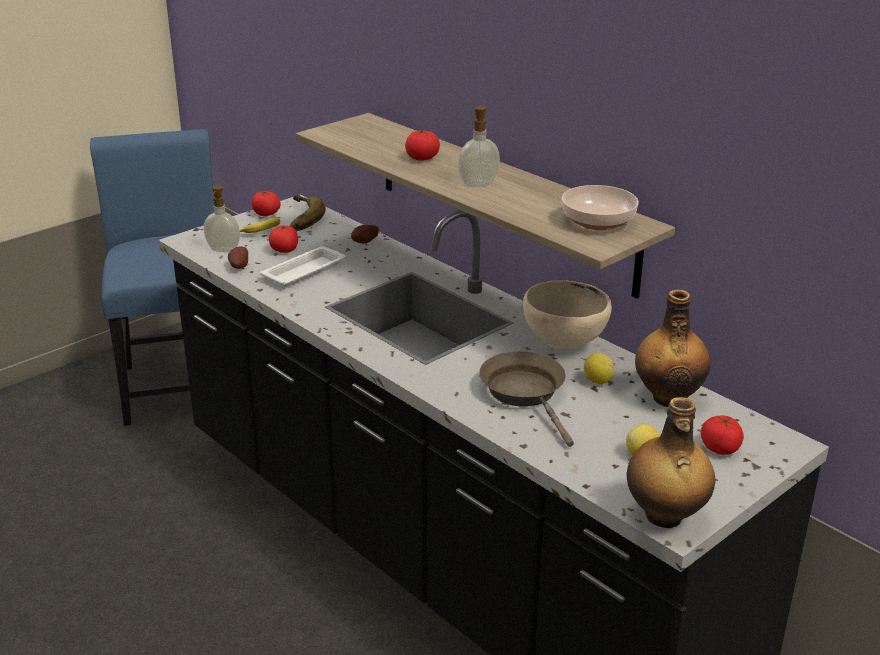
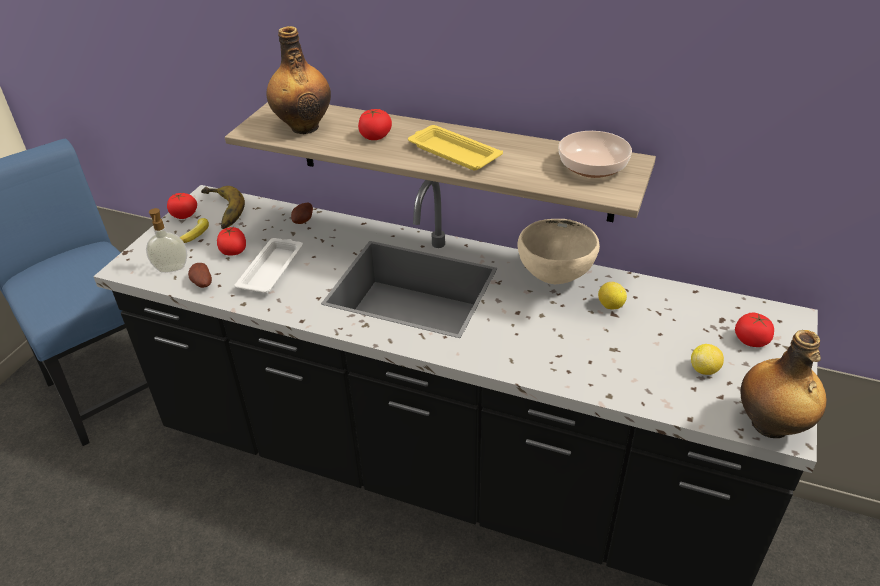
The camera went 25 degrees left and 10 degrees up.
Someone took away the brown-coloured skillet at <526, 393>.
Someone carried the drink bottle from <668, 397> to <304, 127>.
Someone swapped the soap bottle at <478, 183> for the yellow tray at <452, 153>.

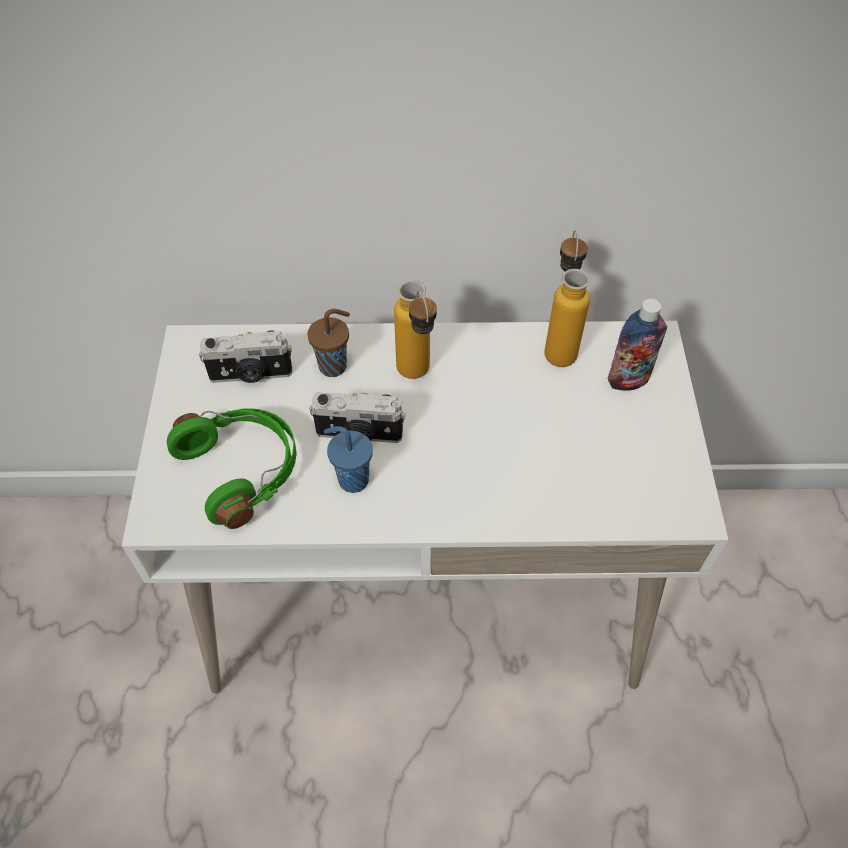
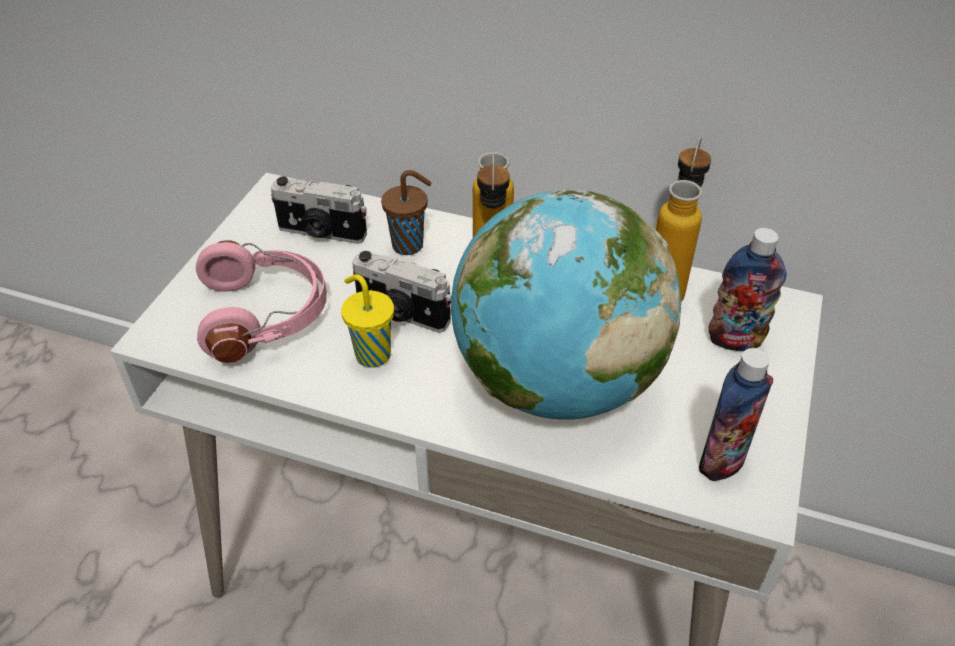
The camera went 20 degrees right and 10 degrees down.
Someone put down the desk globe at <555, 381>.
Someone put down the drink bottle at <722, 461>.
Someone repainted the greenish headset at <243, 469>, which became the pink headset at <266, 314>.
Someone repainted the bluish drinking cup at <351, 479>, which became the yellow drinking cup at <371, 354>.

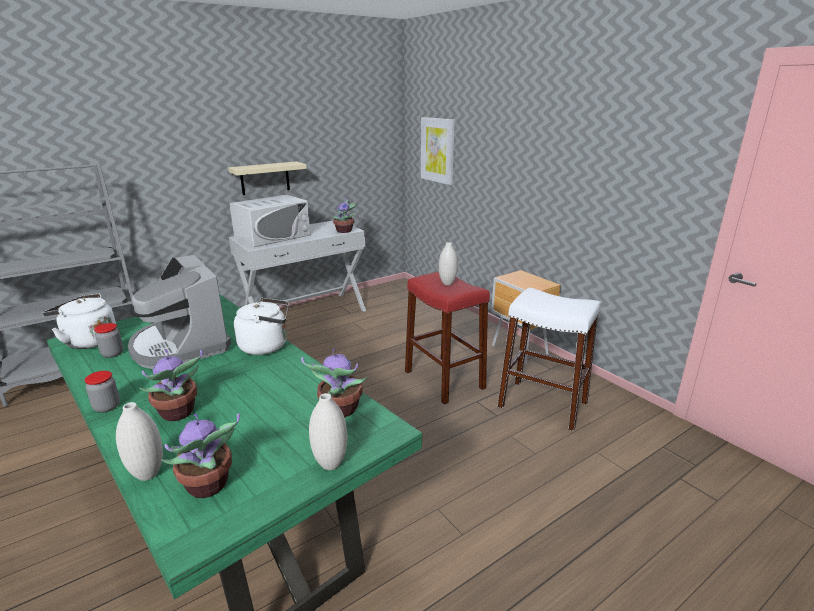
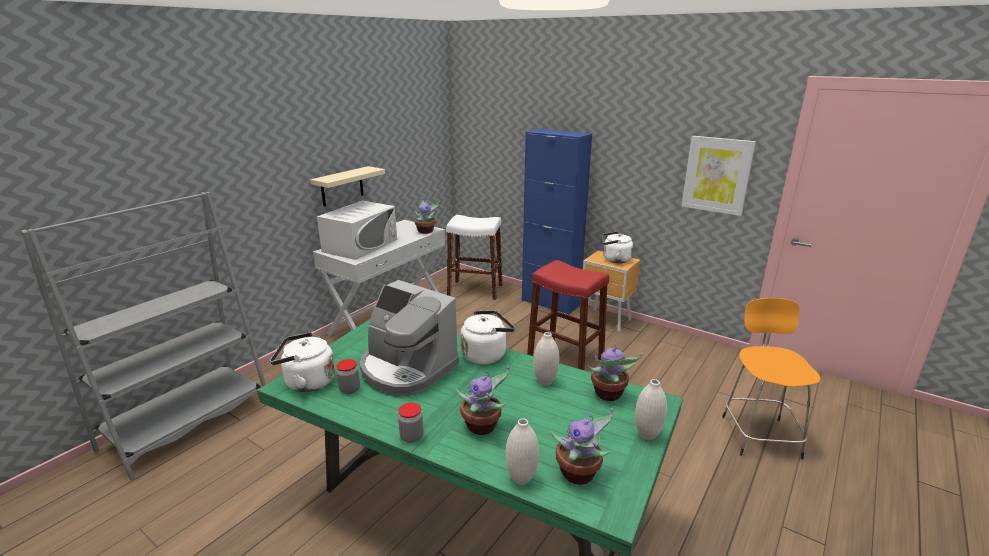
The camera went 20 degrees left and 0 degrees up.
Someone put down the bluish cabinet at <550, 303>.
Someone put down the white-coloured kettle at <614, 260>.
Someone put down the orange-coloured stool at <759, 434>.
Someone carried the wall picture from <437, 150> to <717, 175>.
Someone carried the white-coloured decorative vase from <447, 283> to <545, 382>.
Someone carried the white-coloured stool from <543, 404> to <475, 290>.

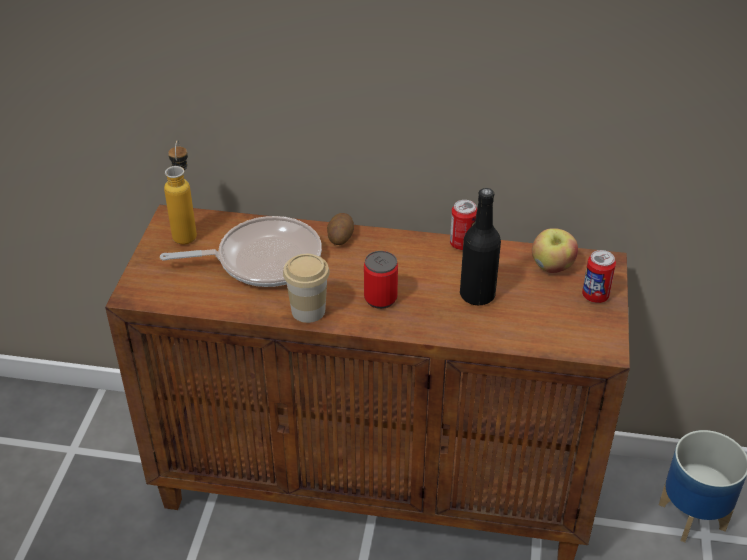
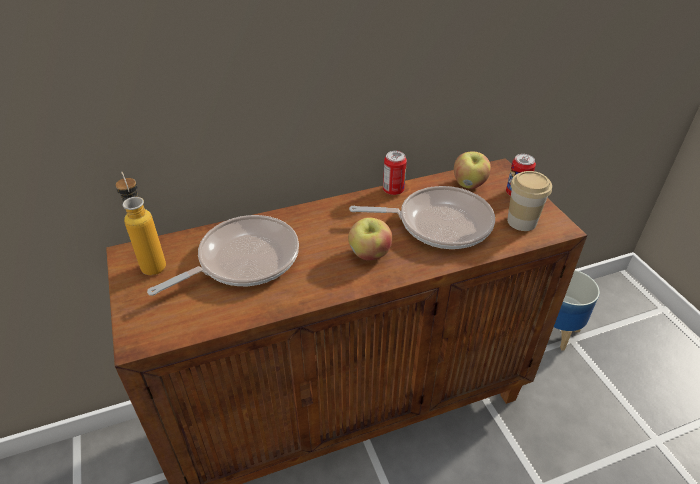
The camera went 30 degrees left and 0 degrees up.
Someone took away the potato at <340, 237>.
Someone carried the drinking cup from <308, 311> to <521, 221>.
Someone swapped the can at <380, 298> for the apple at <369, 254>.
Someone swapped the black drink bottle at <477, 295> for the skillet at <438, 223>.

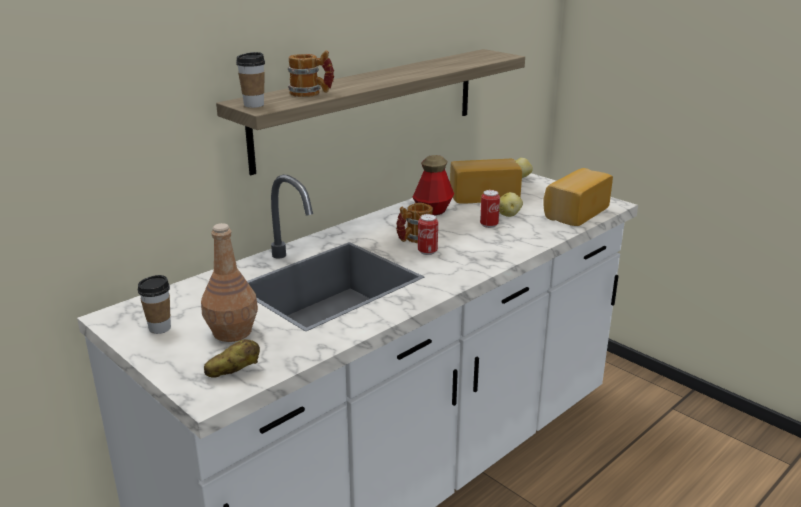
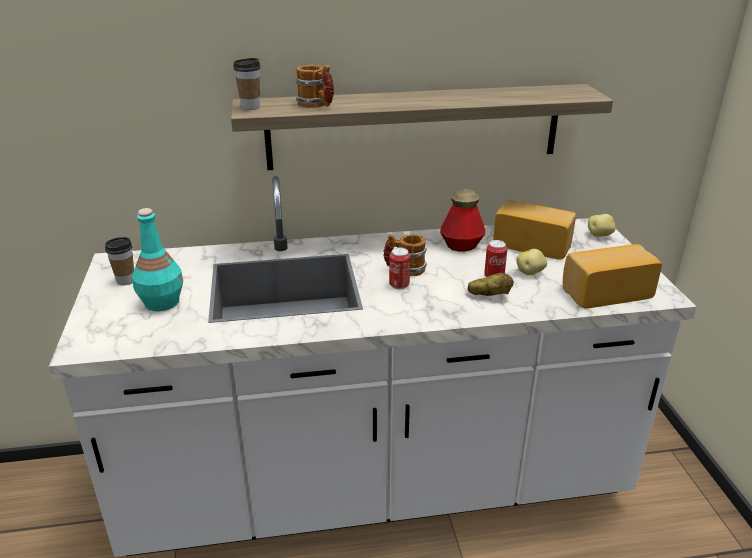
The camera went 35 degrees right and 5 degrees up.
Someone carried the potato from <233, 372> to <489, 295>.
Someone repainted the brown-coloured drink bottle at <232, 332>, which became the blue-green drink bottle at <162, 302>.

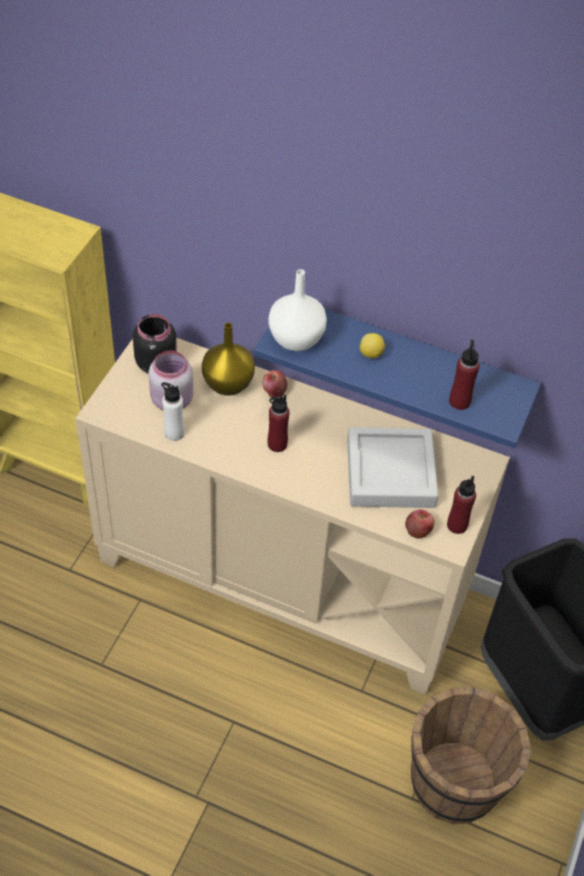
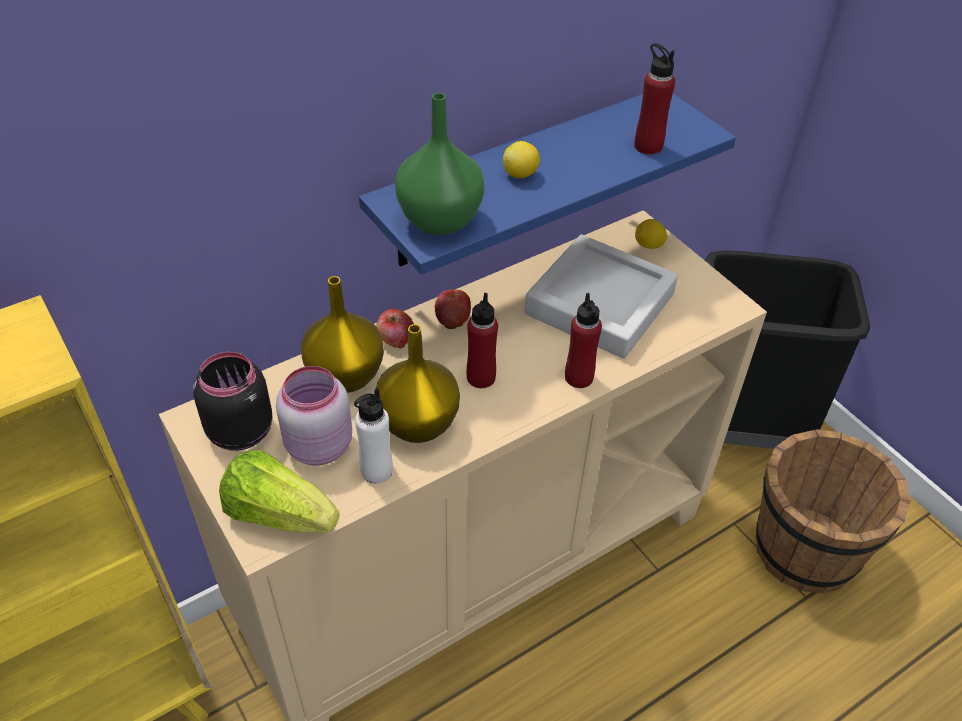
The camera went 55 degrees left and 5 degrees down.
Someone put down the lettuce at <279, 514>.
Someone put down the yellow decorative vase at <419, 425>.
Someone put down the citrus fruit at <649, 246>.
Someone carried the apple from <418, 530> to <452, 319>.
Someone carried the reddish drink bottle from <457, 525> to <579, 377>.
Someone repainted the white-coloured decorative vase at <295, 338>, which became the greenish decorative vase at <438, 220>.

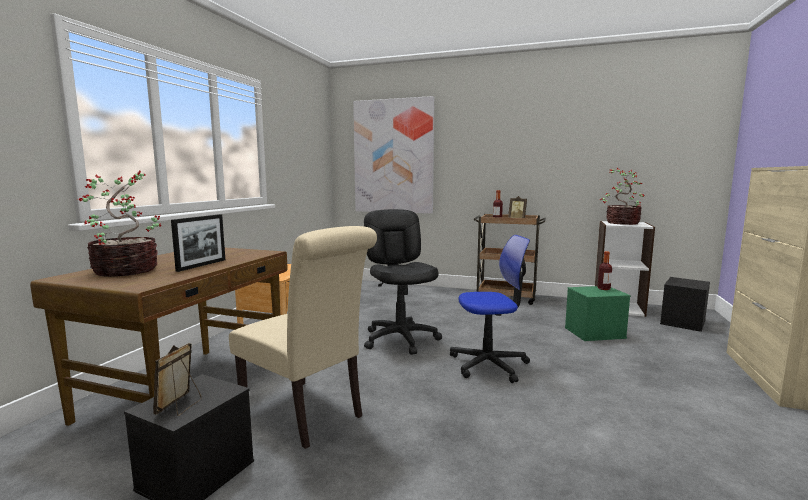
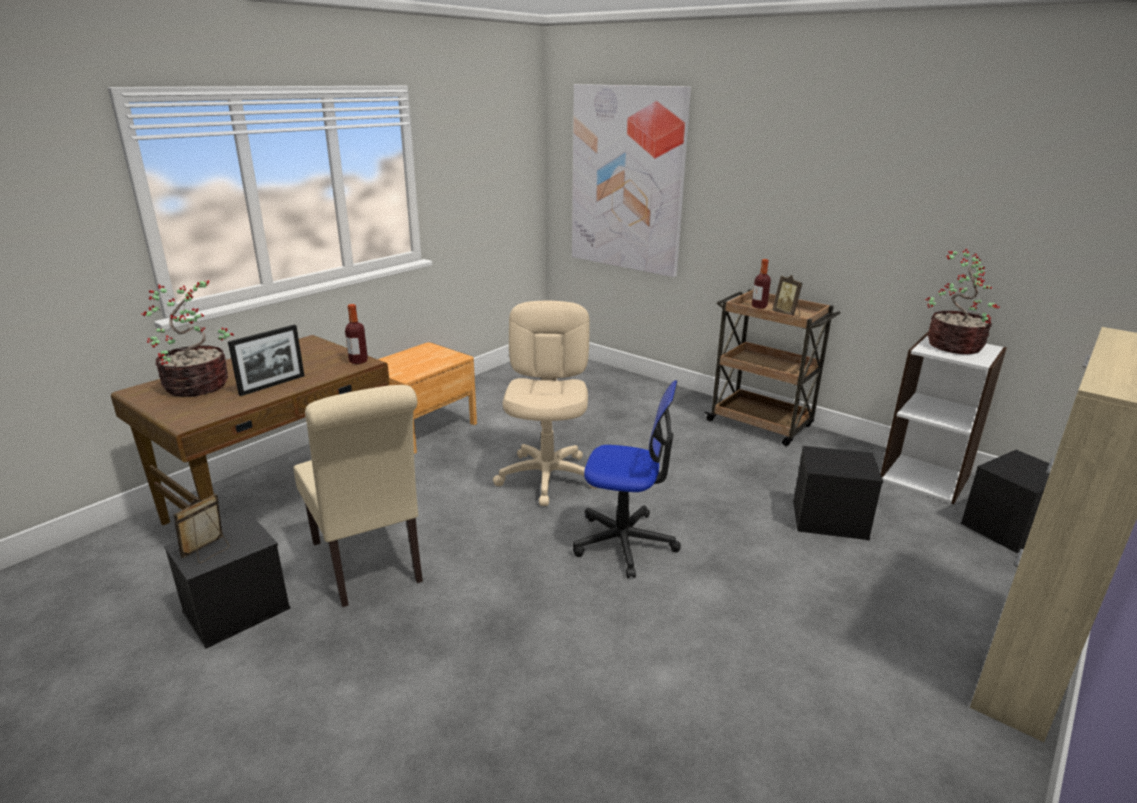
The camera went 20 degrees right and 15 degrees up.
Someone carried the drink bottle from <603, 289> to <358, 361>.
Someone repainted the black office chair at <401, 339>, which became the beige office chair at <548, 477>.
Someone repainted the greenish storage container at <594, 333>, which became the black storage container at <828, 520>.

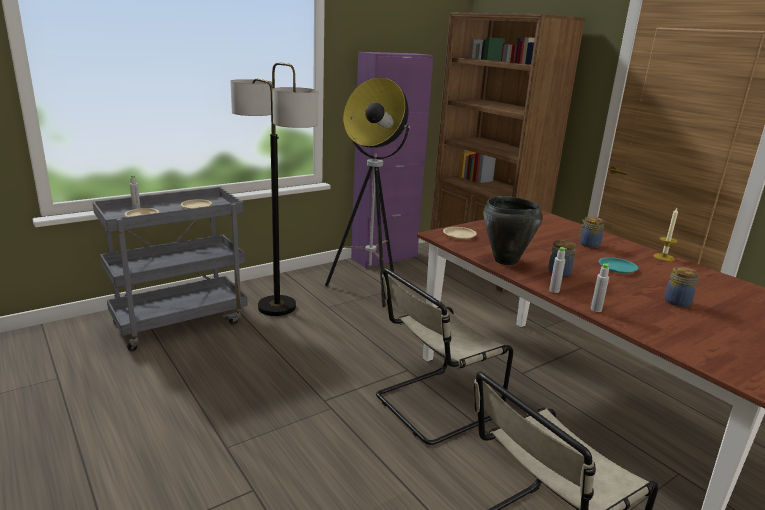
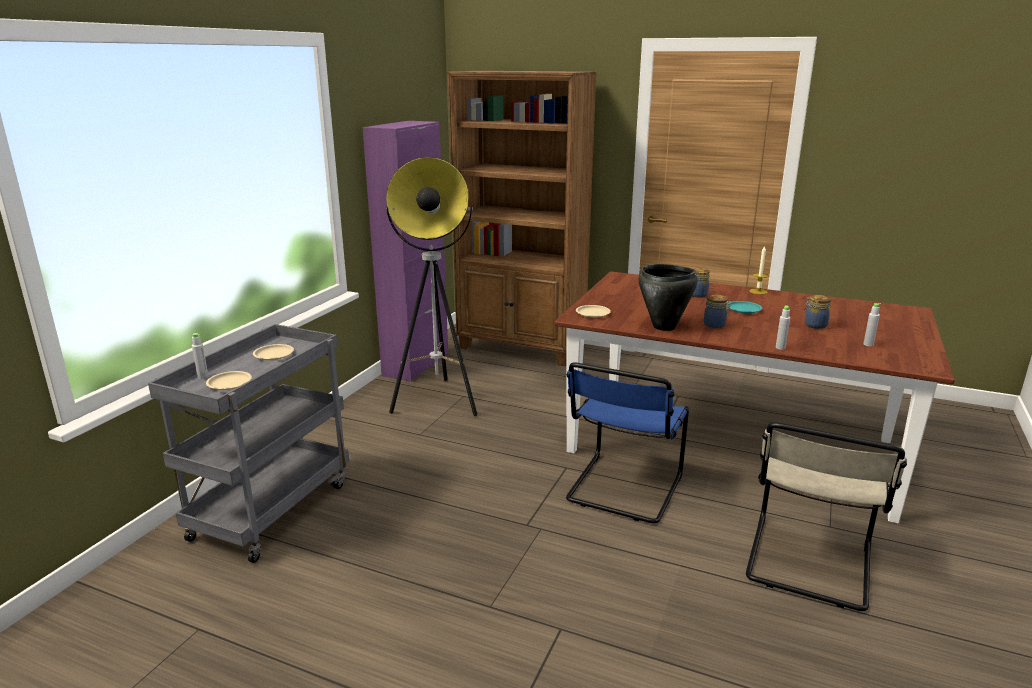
The camera went 30 degrees left and 0 degrees up.
Someone took away the standing lamp at <277, 307>.
Someone carried the gray drink bottle from <554, 290> to <868, 344>.
Someone repainted the beige plain chair at <433, 406>, which became the bluish plain chair at <623, 490>.

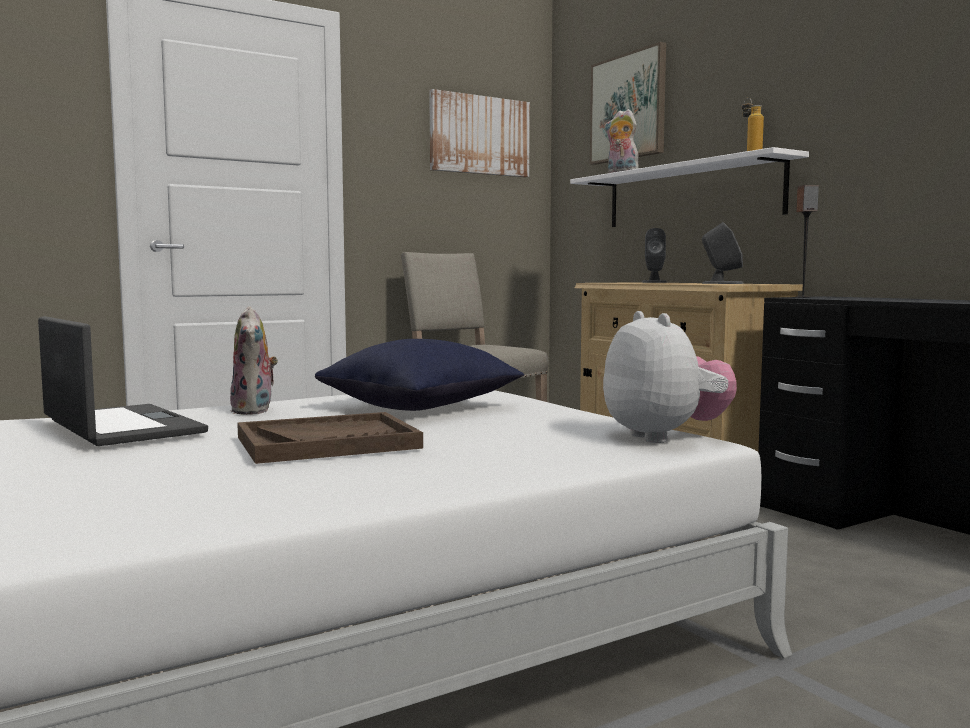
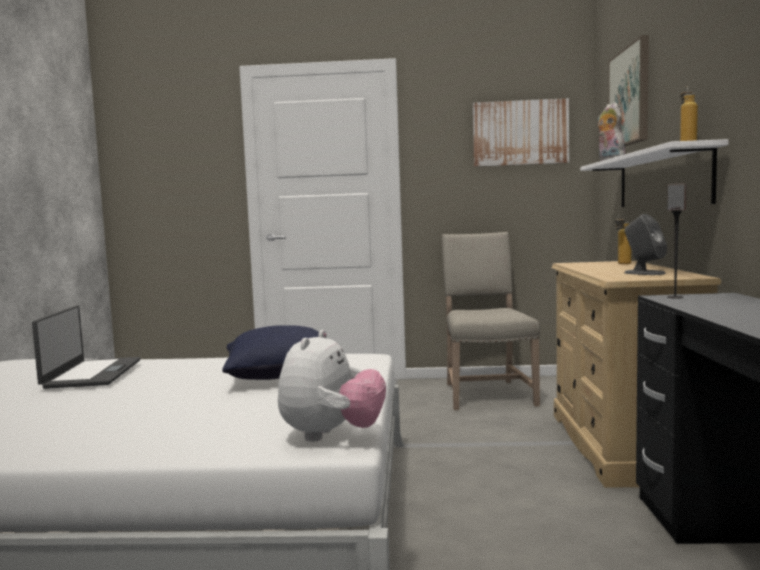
The camera went 35 degrees right and 0 degrees up.
Someone took away the soft toy at <255, 411>.
Someone took away the brown-coloured tray at <328, 442>.
Someone swapped the gray loudspeaker at <654, 282> for the drink bottle at <622, 264>.

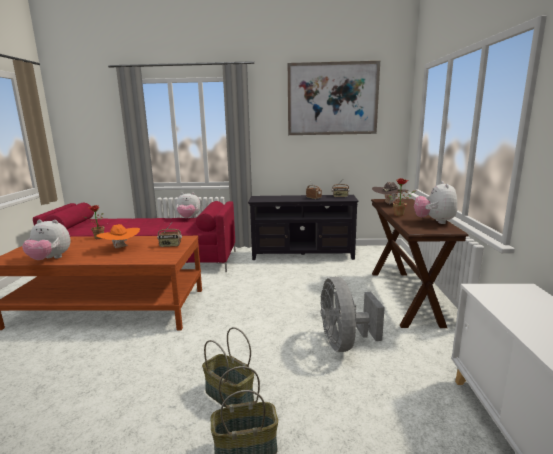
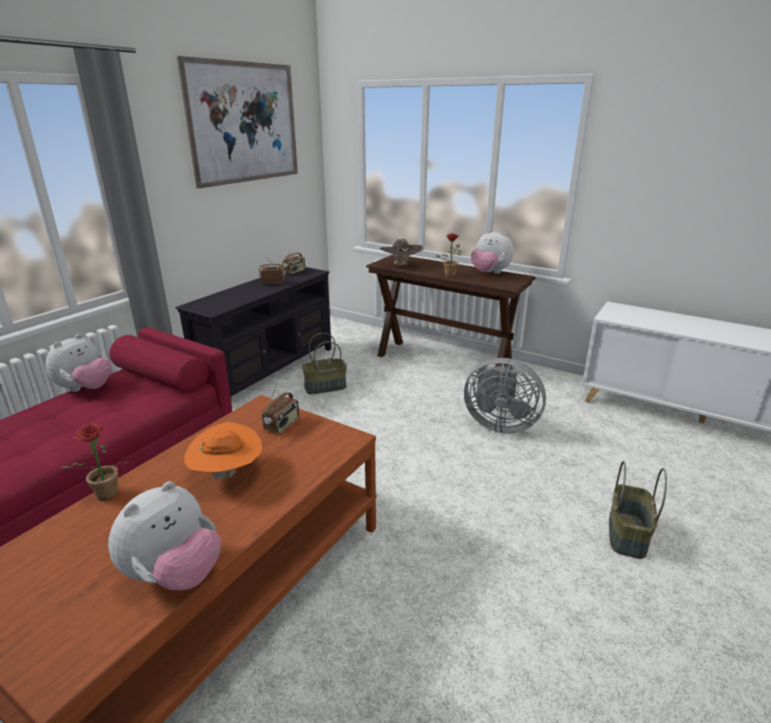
The camera went 60 degrees left and 10 degrees up.
Someone carried the basket from <228, 395> to <325, 387>.

